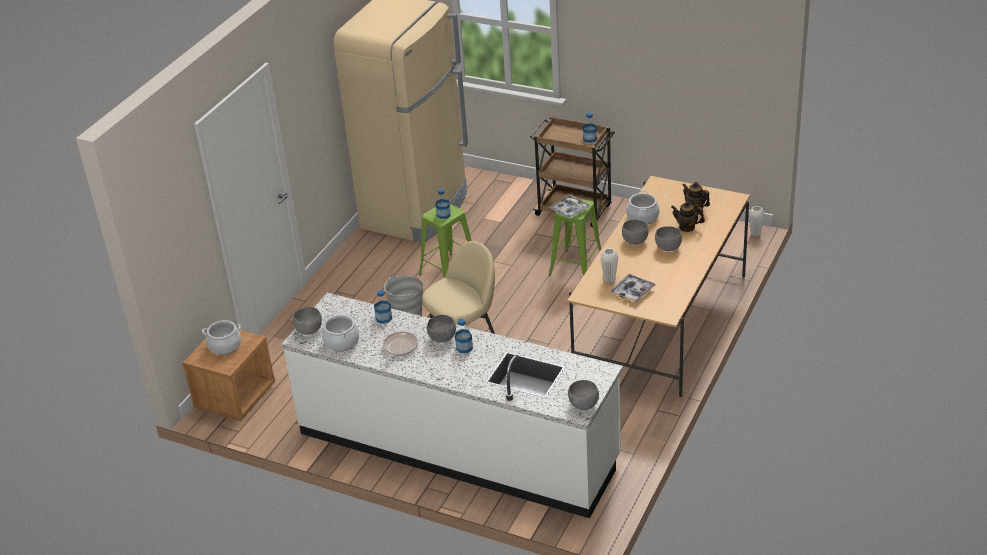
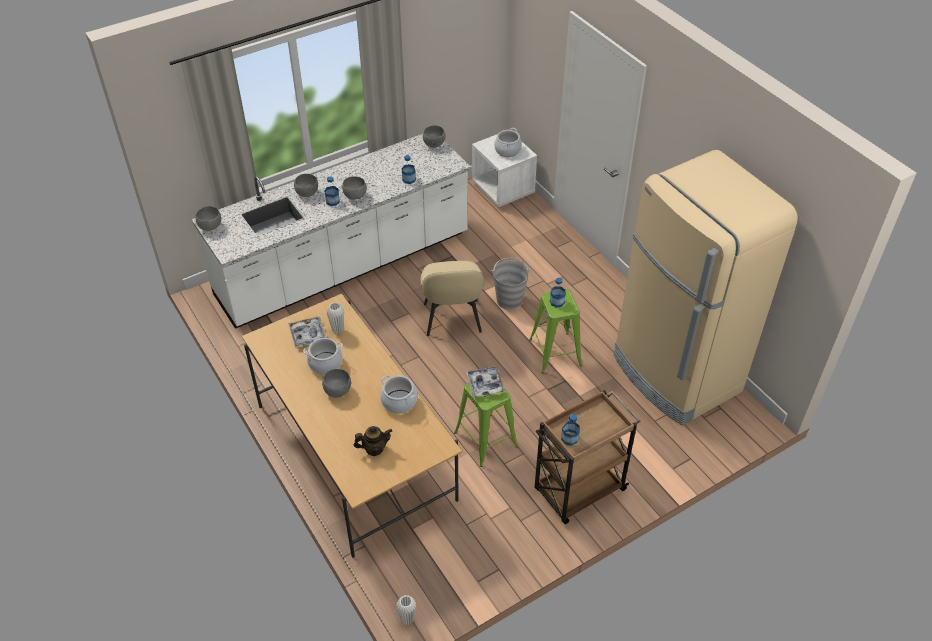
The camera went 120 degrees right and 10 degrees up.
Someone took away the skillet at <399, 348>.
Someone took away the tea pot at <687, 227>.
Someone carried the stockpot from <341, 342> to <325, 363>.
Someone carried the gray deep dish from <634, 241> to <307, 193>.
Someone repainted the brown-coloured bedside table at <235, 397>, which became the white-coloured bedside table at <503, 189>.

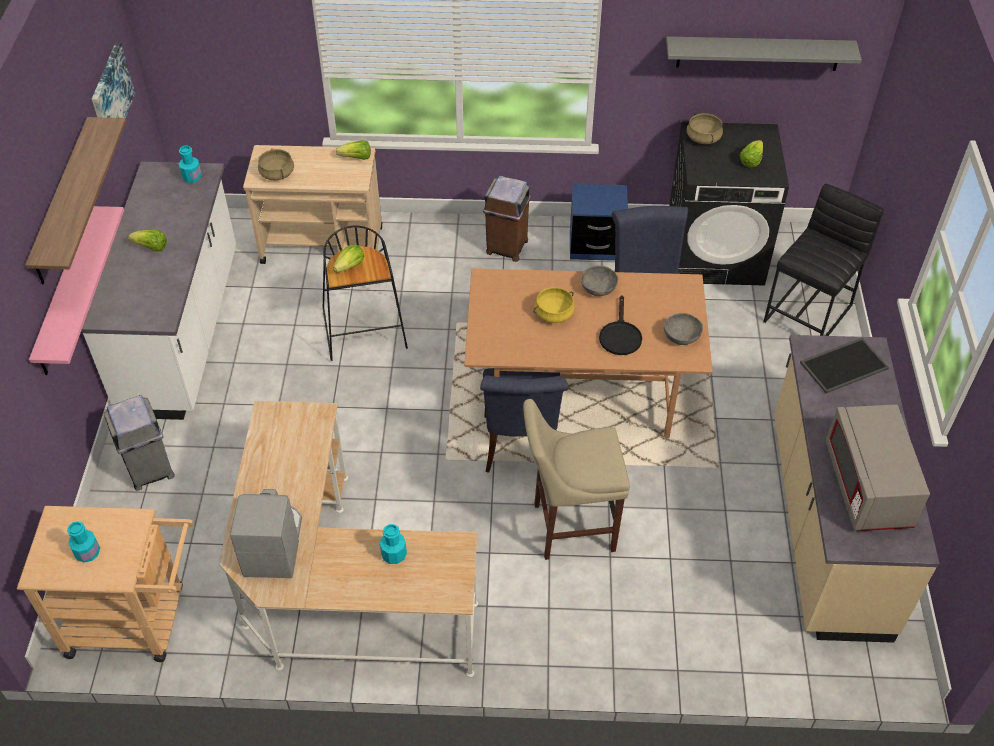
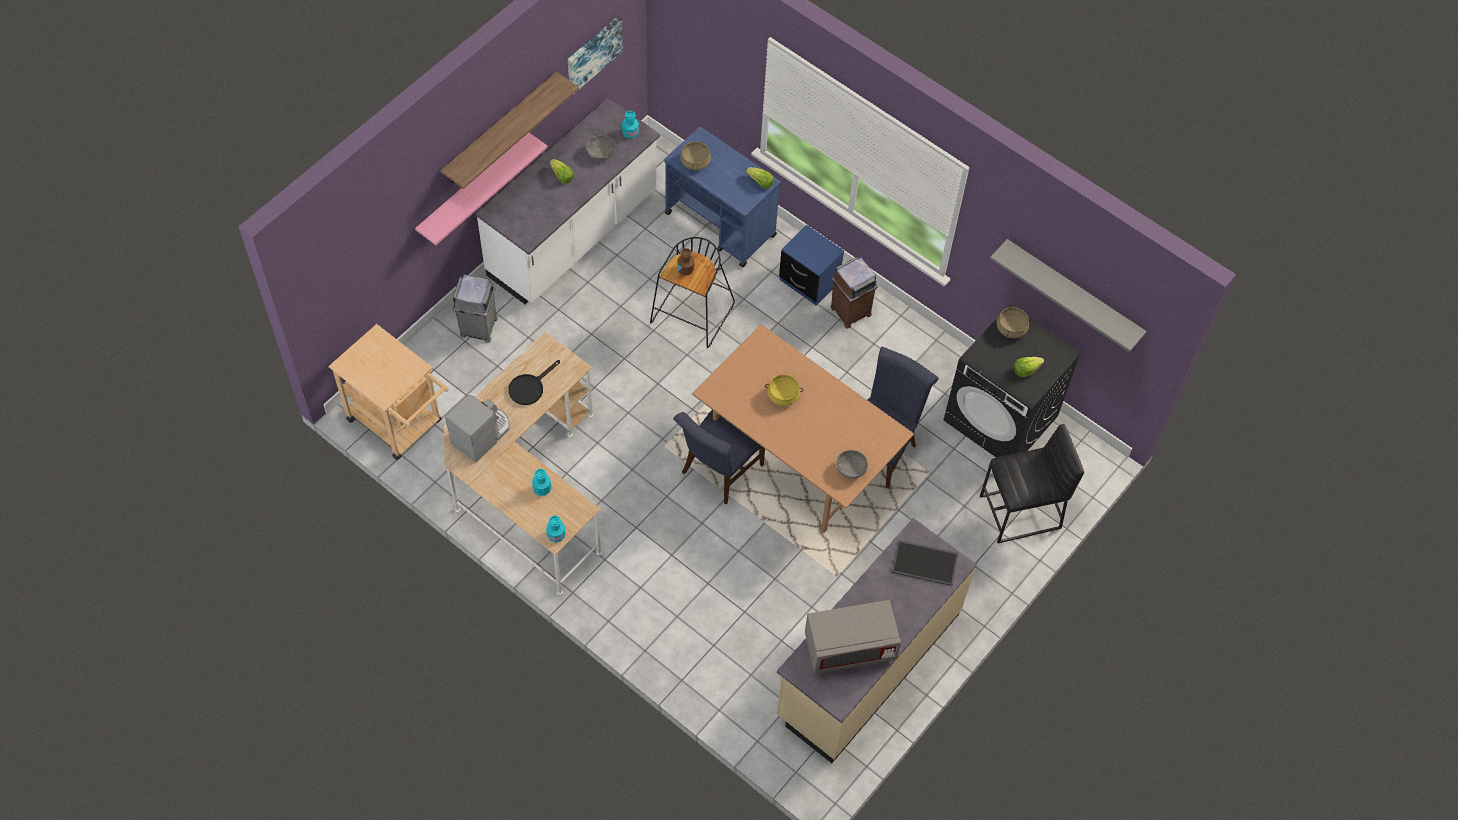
The camera went 35 degrees right and 10 degrees up.
Someone took away the beige stool at <569, 527>.
Someone carried the blue-green drink bottle from <87, 552> to <556, 535>.
Someone carried the bluish bedside table from <596, 246> to <809, 281>.
Someone carried the gray deep dish from <598, 289> to <600, 153>.
Someone carried the black skillet from <620, 335> to <529, 387>.
Someone swapped the lettuce at <350, 266> for the brown-coloured drink bottle at <685, 269>.
Someone repainted the beige wheeled cart at <323, 245>, which became the bluish wheeled cart at <721, 225>.
Someone rotated the gray kitchen microwave at <867, 487> by 135 degrees counterclockwise.

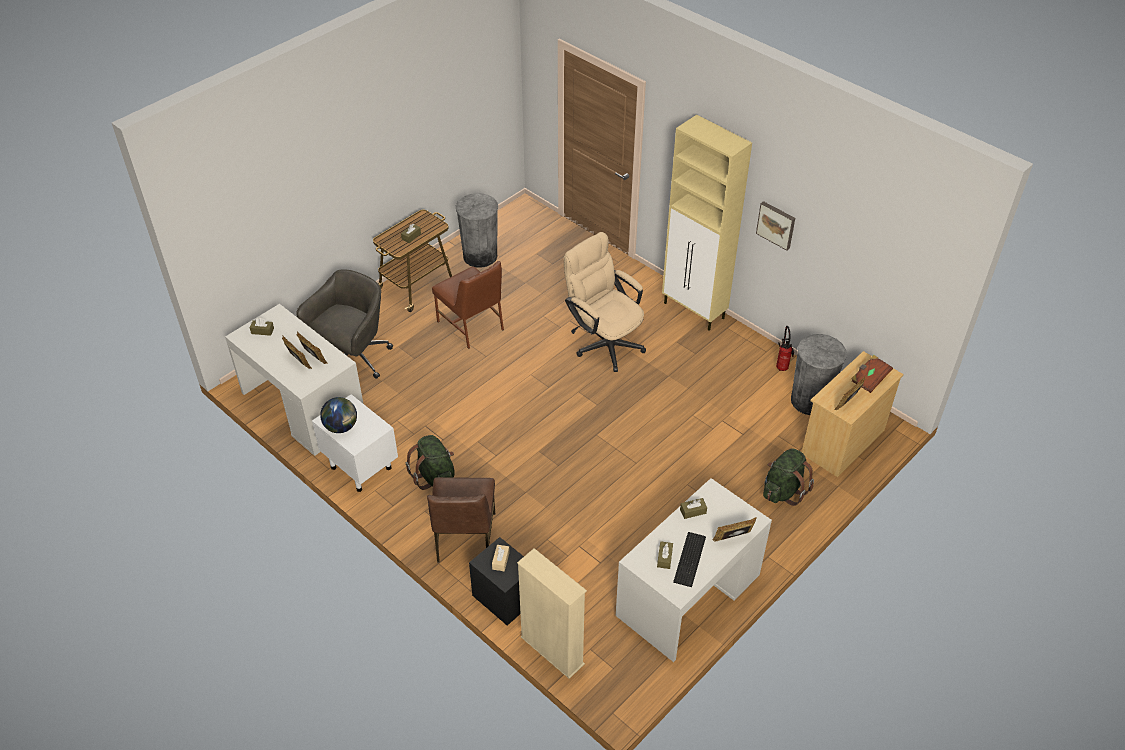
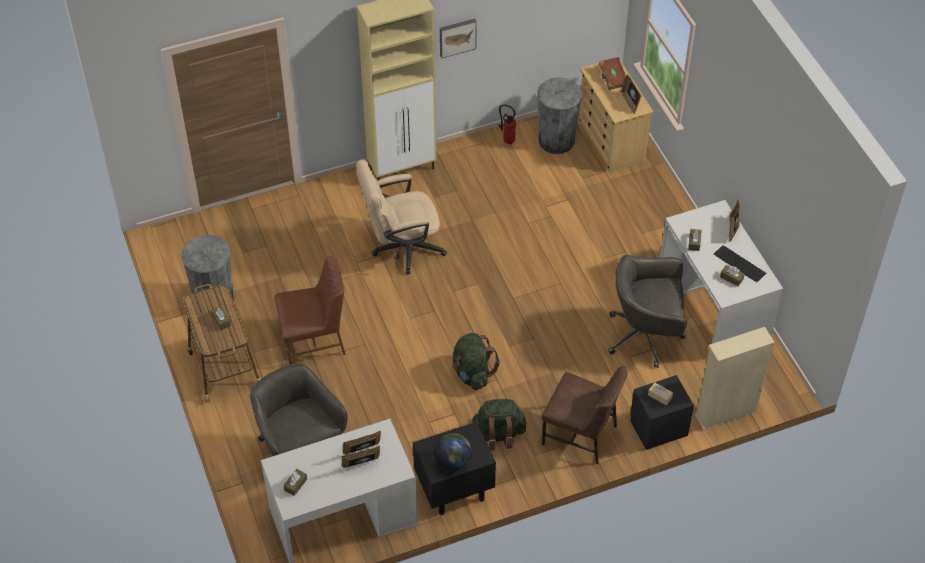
The camera went 65 degrees left and 5 degrees up.
Someone put down the gray office chair at <646, 336>.
Someone carried the greenish rucksack from <783, 491> to <472, 373>.
Someone repainted the white-coloured bedside table at <360, 467>, which became the black bedside table at <453, 490>.

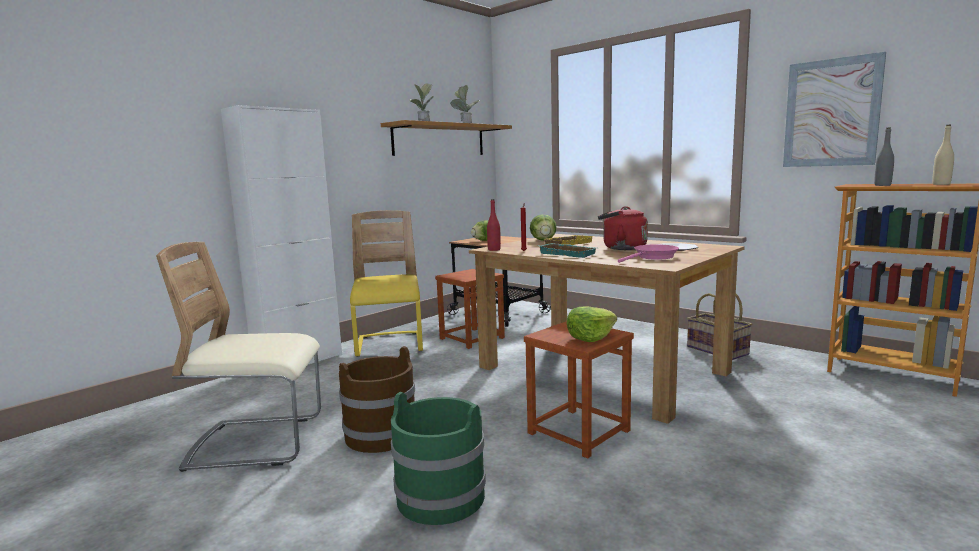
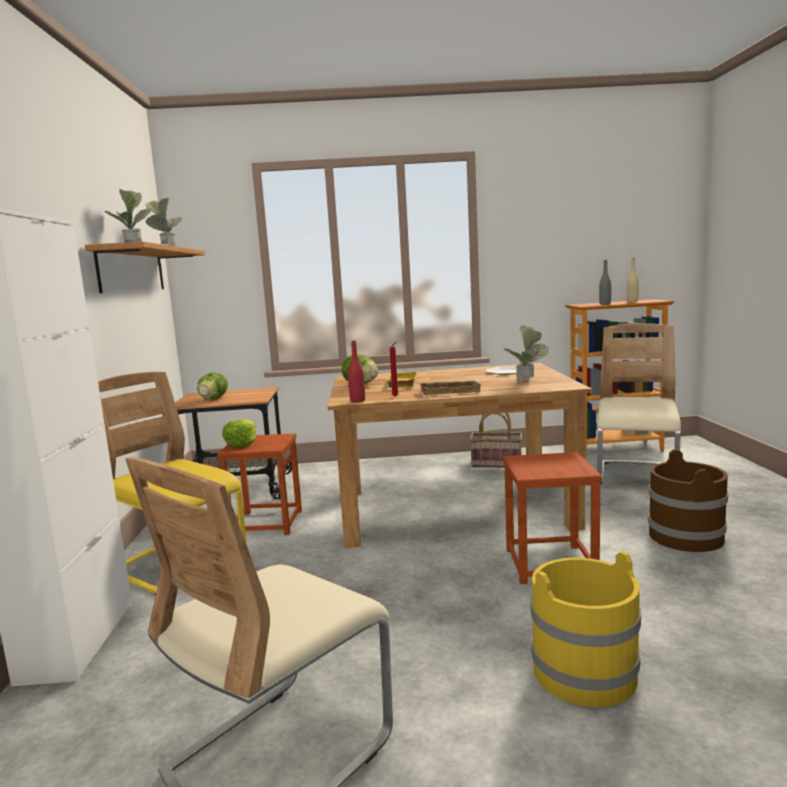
The camera went 45 degrees left and 0 degrees up.
Someone took away the reddish kettle at <621, 248>.
Someone took away the wall picture at <831, 113>.
Someone put down the beige plain chair at <636, 477>.
Someone carried the brown-coloured water bucket from <381, 434> to <685, 536>.
Someone carried the lettuce from <590, 338> to <242, 444>.
Someone swapped the pink skillet at <653, 257> for the houseplant at <527, 381>.
Someone repainted the greenish water bucket at <440, 497>, which became the yellow water bucket at <583, 672>.
Someone repainted the blue-green tray at <569, 254>, which became the beige tray at <450, 391>.

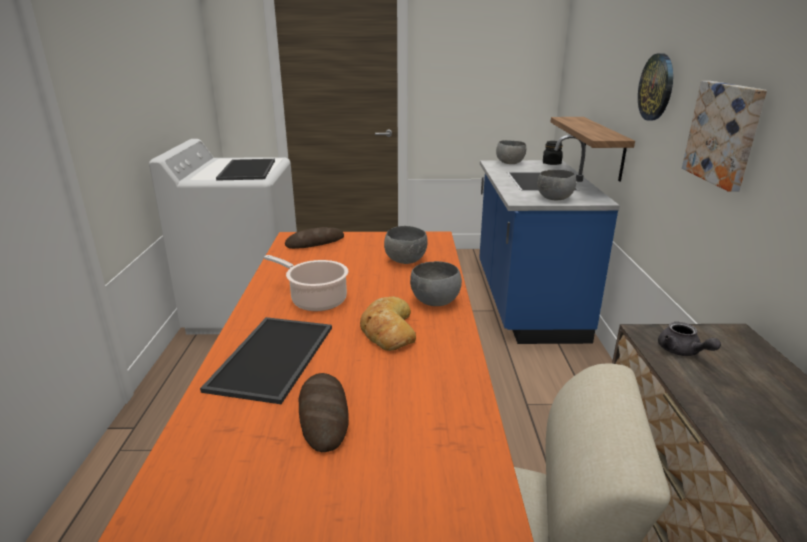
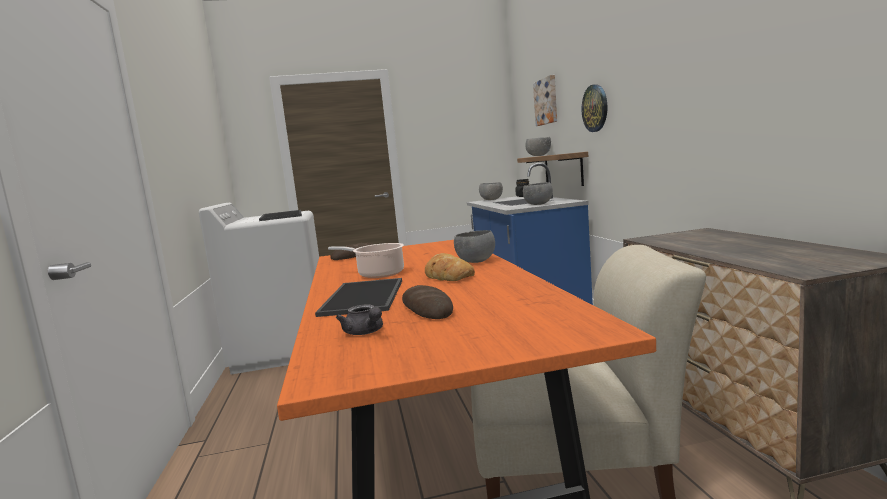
The camera went 10 degrees left and 15 degrees down.
Someone carried the gray deep dish from <406, 261> to <539, 156>.
Someone carried the gray tea pot from <682, 352> to <365, 333>.
Someone carried the wall picture from <725, 133> to <547, 101>.

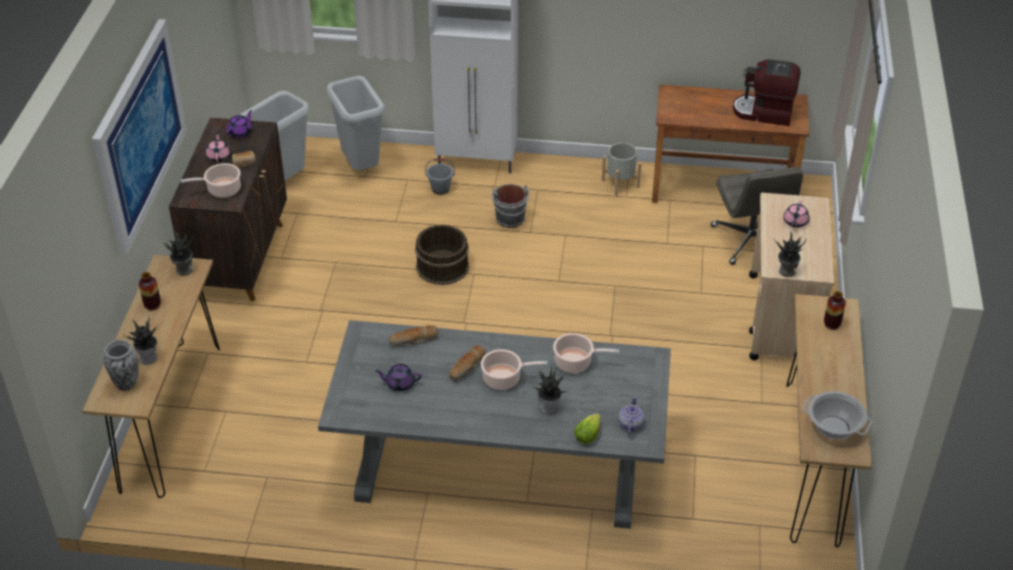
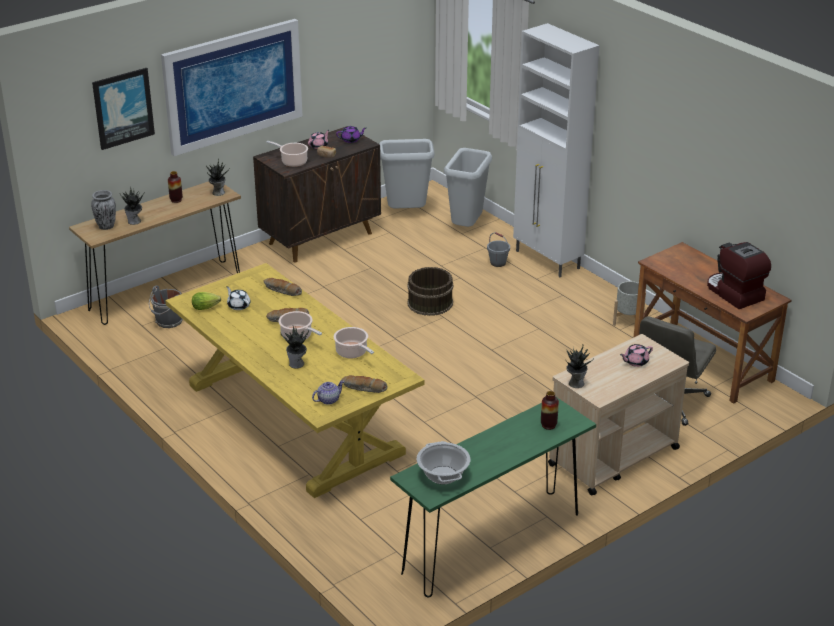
The camera went 45 degrees right and 10 degrees down.
Someone put up the wall picture at <123, 108>.
Someone put down the baked bread at <364, 388>.
Someone carried the gray water bucket from <510, 220> to <168, 322>.
Someone carried the lettuce from <588, 434> to <207, 307>.
Someone repainted the gray dinner table at <498, 465>, which became the yellow dinner table at <293, 419>.
Someone repainted the purple-coloured tea pot at <399, 383>, which became the white-coloured tea pot at <238, 305>.
Someone repainted the brown-coloured console table at <812, 461>, which became the greenish console table at <492, 543>.

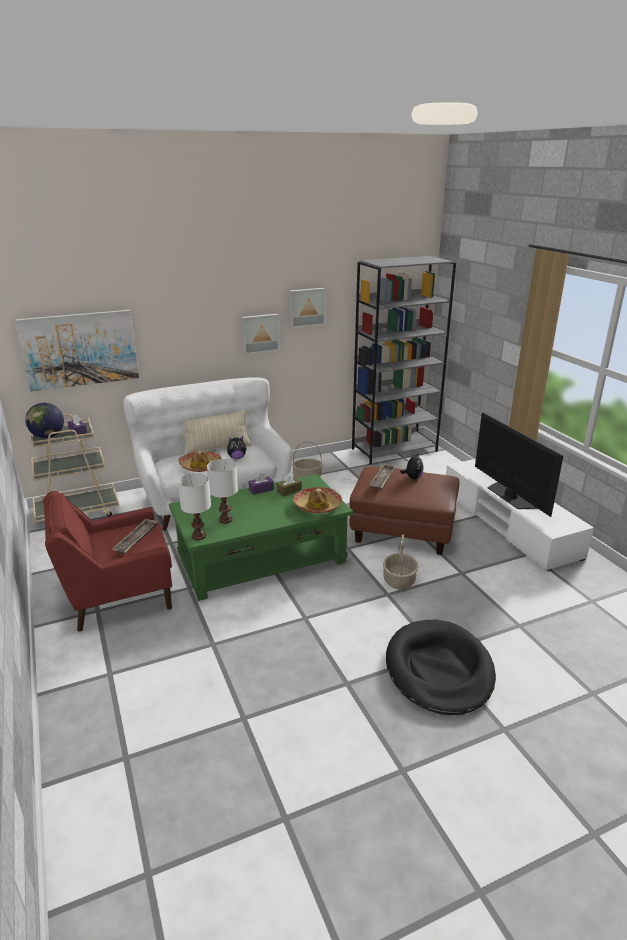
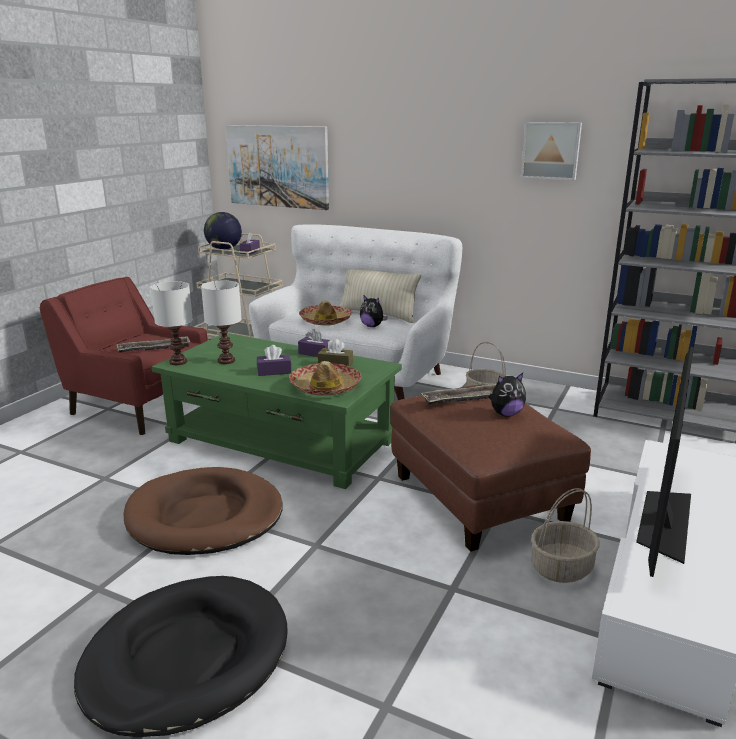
The camera went 50 degrees right and 5 degrees down.
Someone took away the wall picture at <260, 333>.
Someone put down the brown-coloured dog bed at <205, 516>.
Someone put down the purple-coloured tissue holder at <274, 371>.
Someone carried the basket from <399, 580> to <561, 567>.

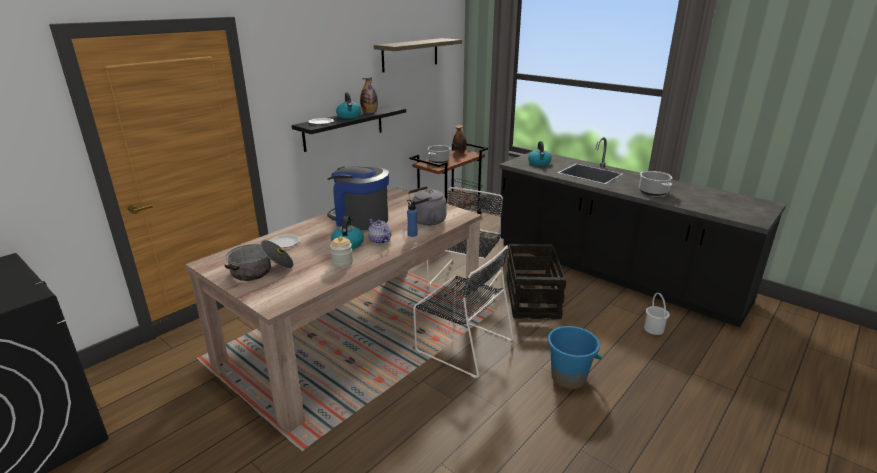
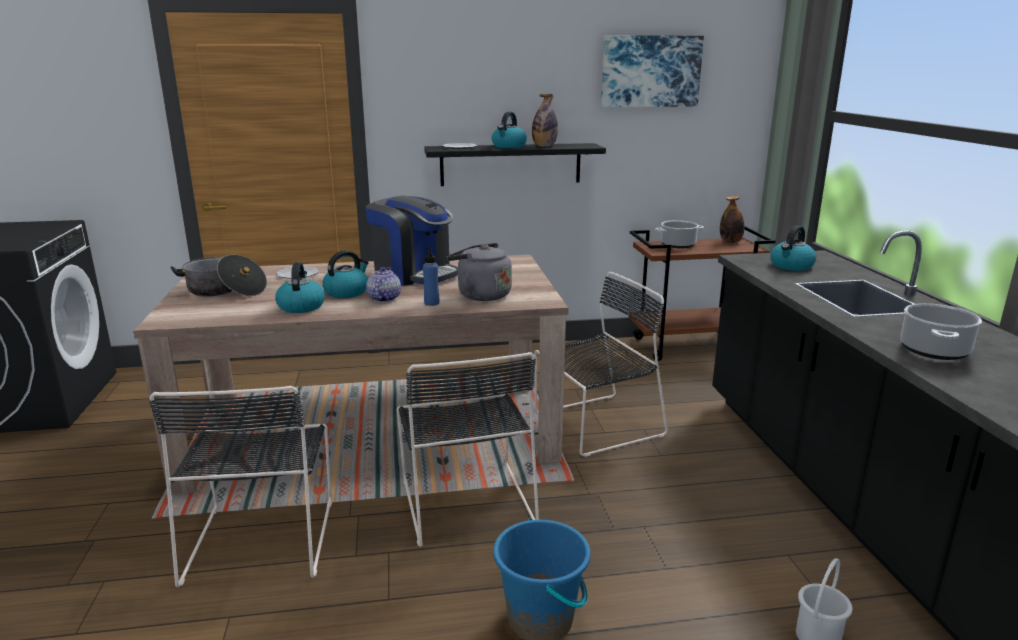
The camera went 40 degrees right and 5 degrees down.
Someone took away the packing crate at <531, 297>.
Someone put down the black plain chair at <262, 536>.
Someone swapped the preserve jar at <342, 262> for the kettle at <301, 306>.
Someone swapped the shelf at <410, 54> for the wall picture at <650, 71>.
Someone rotated the coffee machine at <360, 219> by 150 degrees clockwise.

